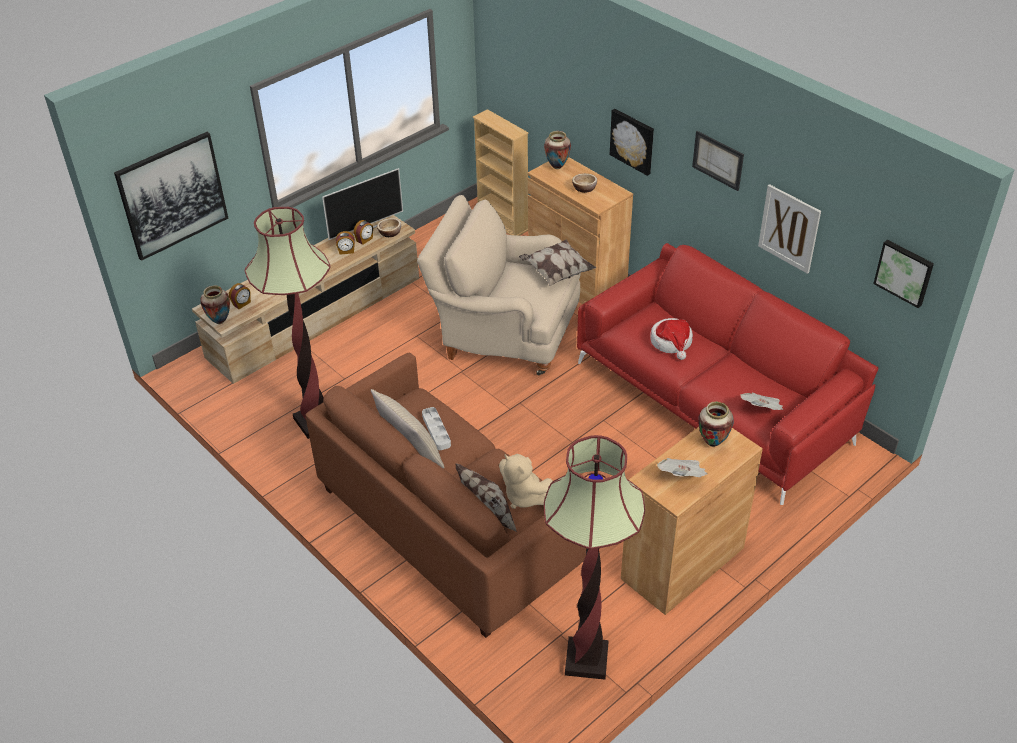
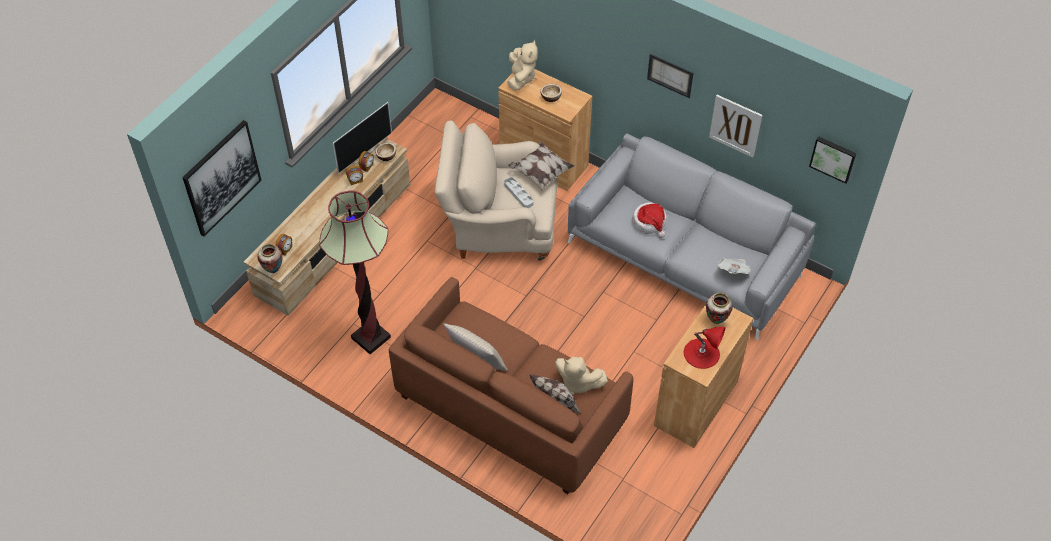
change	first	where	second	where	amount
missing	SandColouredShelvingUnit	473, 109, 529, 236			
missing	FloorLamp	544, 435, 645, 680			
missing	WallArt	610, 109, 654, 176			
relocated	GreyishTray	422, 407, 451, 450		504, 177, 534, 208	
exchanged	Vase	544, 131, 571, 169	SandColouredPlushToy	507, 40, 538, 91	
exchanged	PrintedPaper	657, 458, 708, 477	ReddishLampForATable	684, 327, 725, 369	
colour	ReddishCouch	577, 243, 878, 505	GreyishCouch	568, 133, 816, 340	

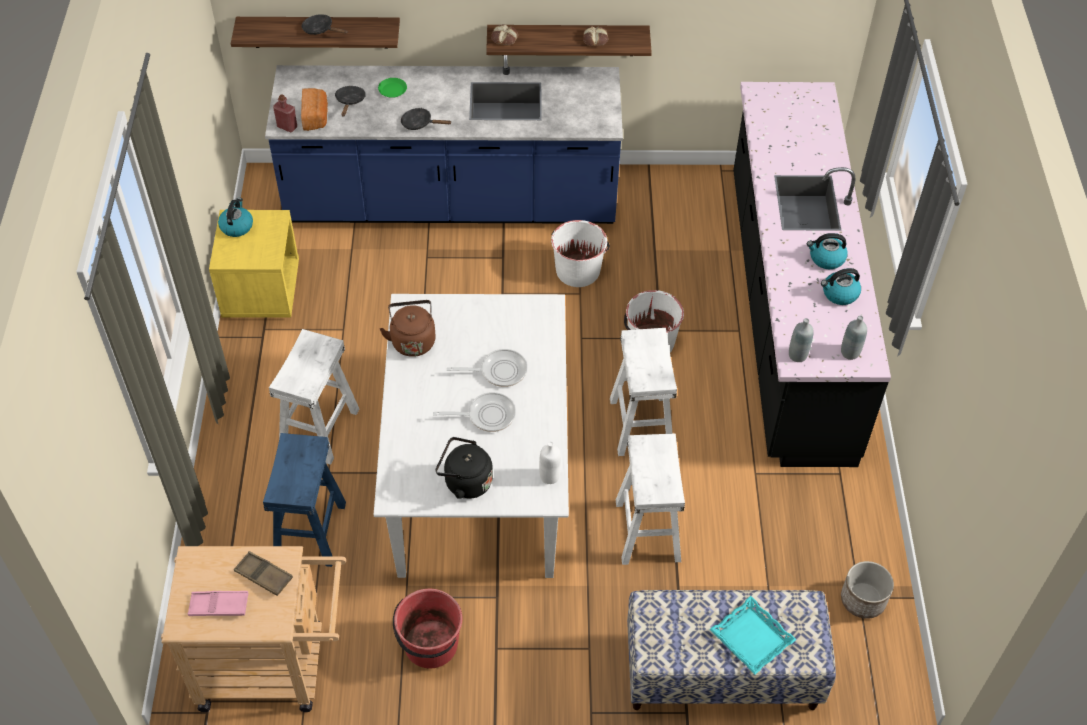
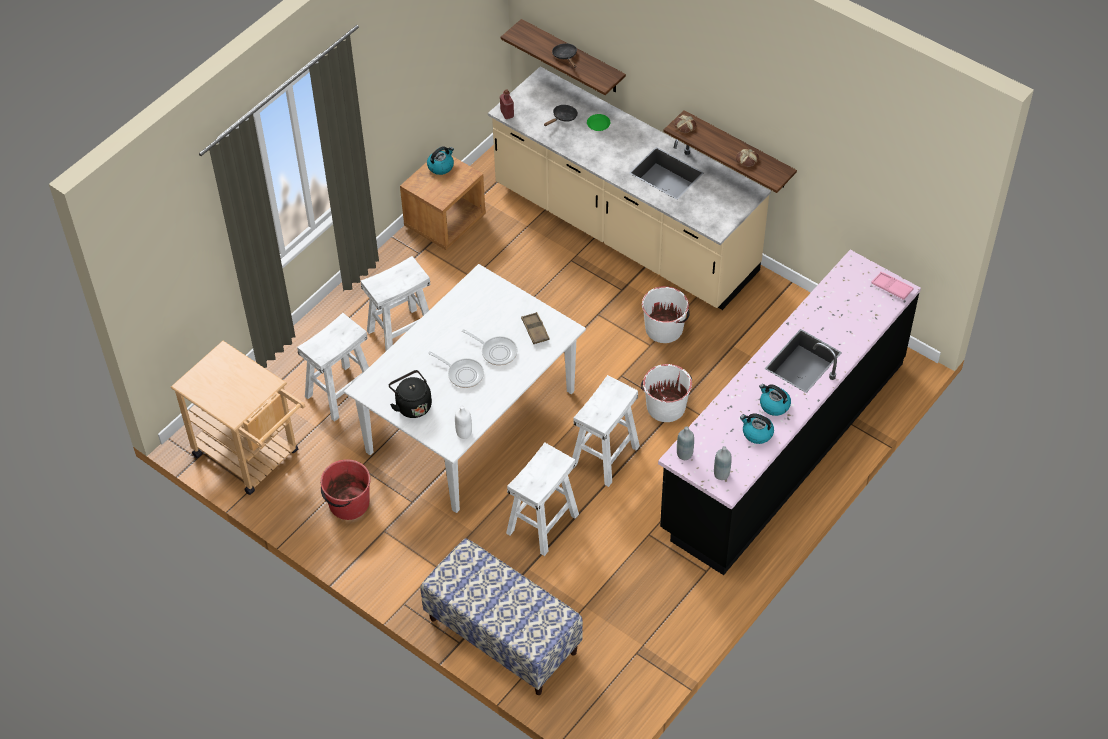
change	first	where	second	where	amount
missing	Bread	301, 88, 328, 131			
missing	BrownTeaKettle	380, 300, 436, 357			
missing	BlackColouredPan	401, 108, 452, 130			
missing	TurquoiseTray	709, 596, 797, 674			
missing	FlowerPot	841, 561, 894, 619			
relocated	PinkColouredTray	188, 591, 249, 616		871, 272, 914, 300	
relocated	BrownTray	234, 551, 293, 596		521, 312, 550, 344	
colour	YellowNightstand	209, 210, 299, 318	BrownNightstand	400, 150, 486, 250	
colour	BluishStoolSeat	263, 433, 346, 567	WhitishStoolSeat	297, 313, 369, 422	
colour	BluishKitchenBaseUnit	265, 55, 623, 224	SandColouredKitchenBaseUnit	488, 67, 771, 310	

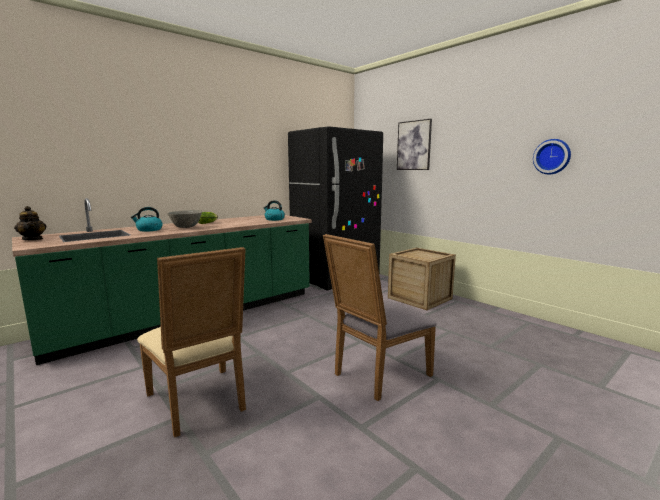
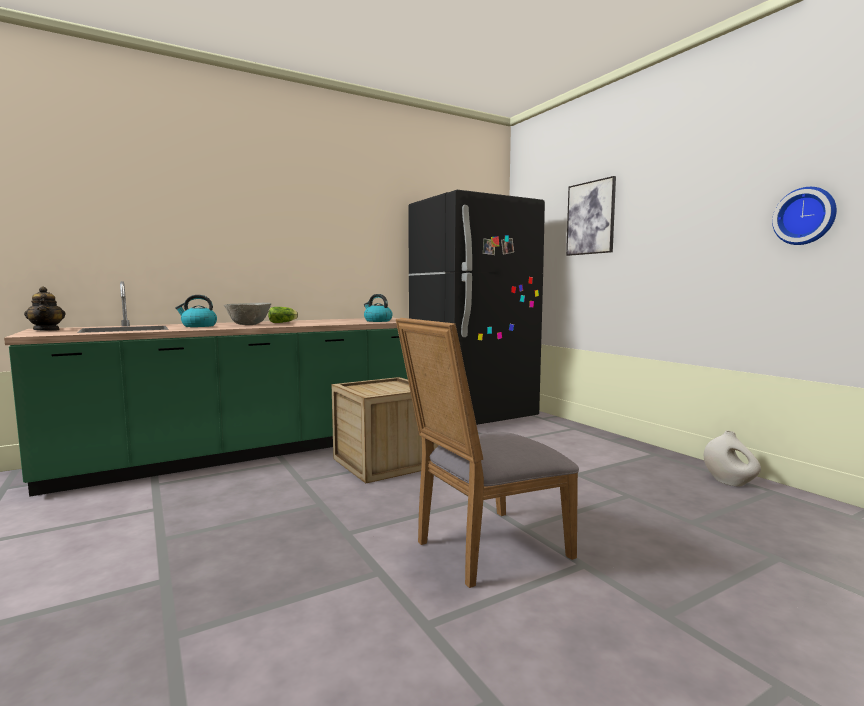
change	first	where	second	where	amount
missing	SandColouredUprightChair	137, 247, 246, 438			
appeared			WhitishVase	704, 430, 761, 486	
relocated	PackingCrate	388, 248, 456, 310		331, 377, 439, 483	

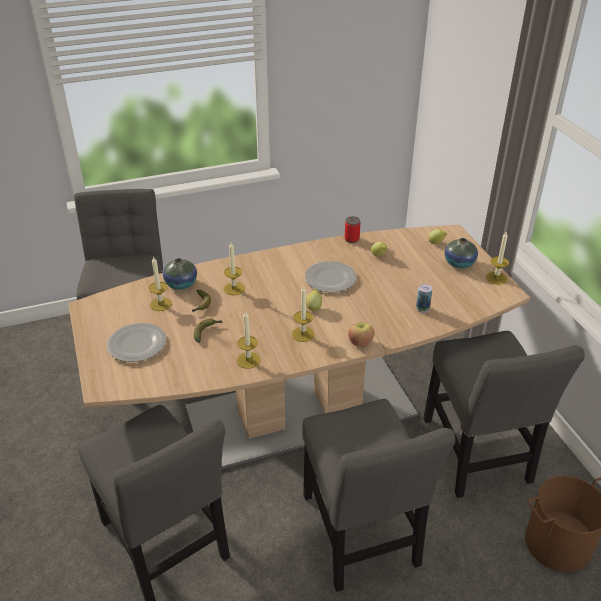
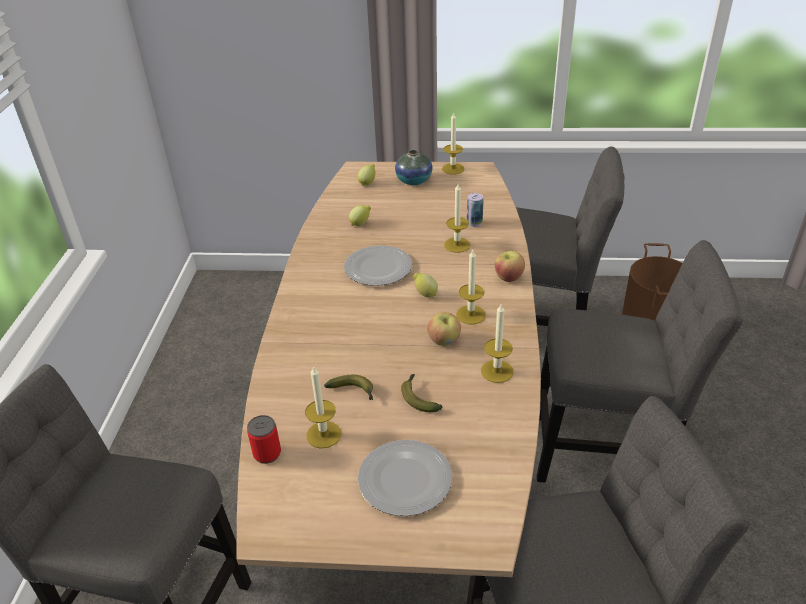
change	first	where	second	where	amount
missing	Vase	163, 258, 197, 290			
appeared			Apple	427, 312, 461, 346	
relocated	WaxCandle	224, 242, 245, 295		444, 184, 471, 253	
relocated	Can	345, 216, 360, 243		247, 415, 281, 464	

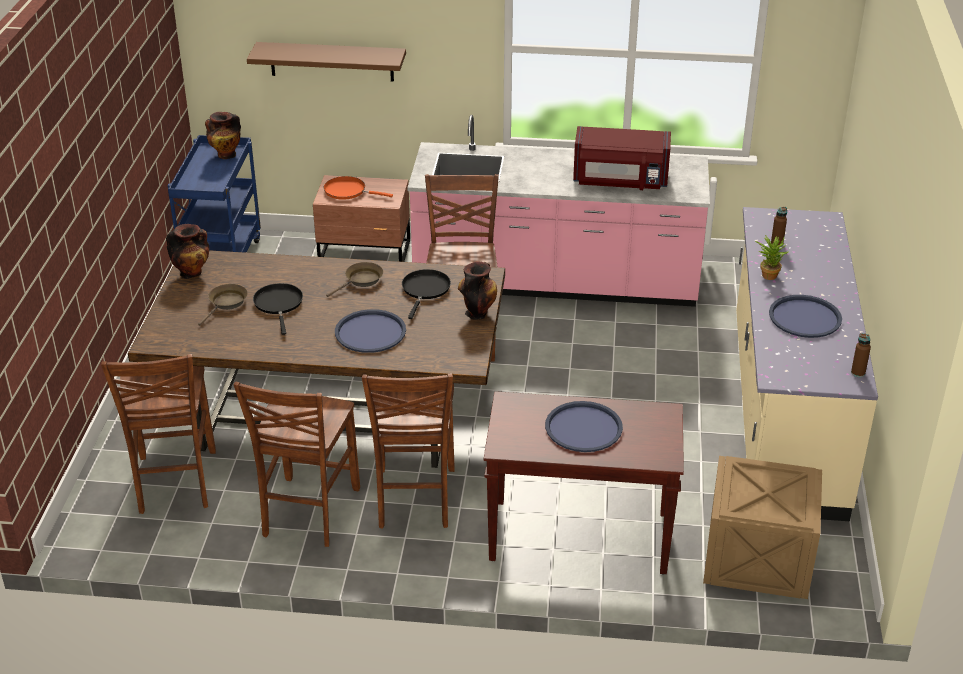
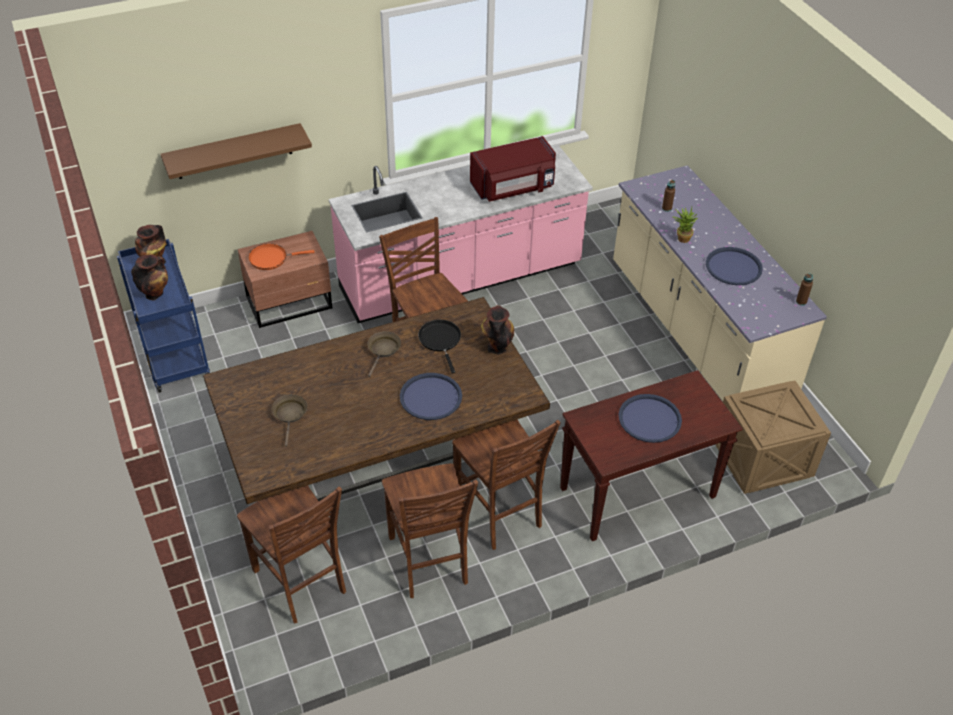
change	first	where	second	where	amount
missing	BlackColouredPan	253, 283, 303, 335			
relocated	Vase	166, 224, 209, 279		131, 254, 168, 300	

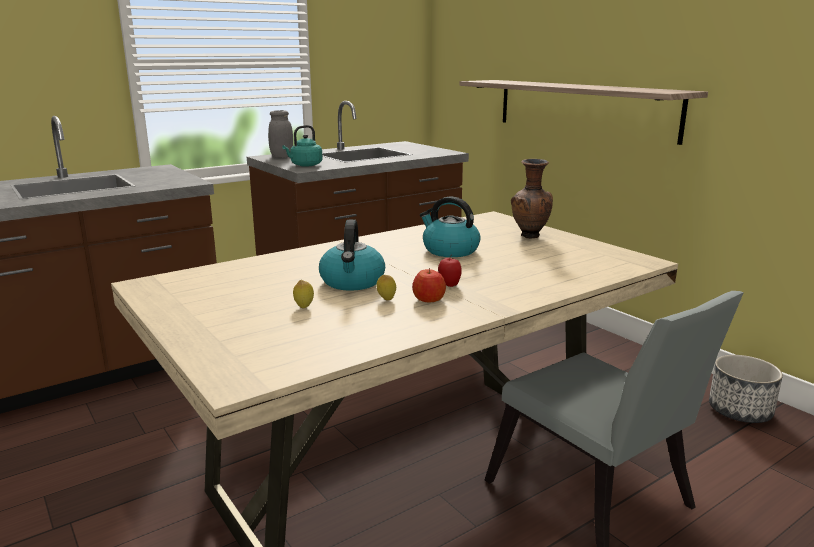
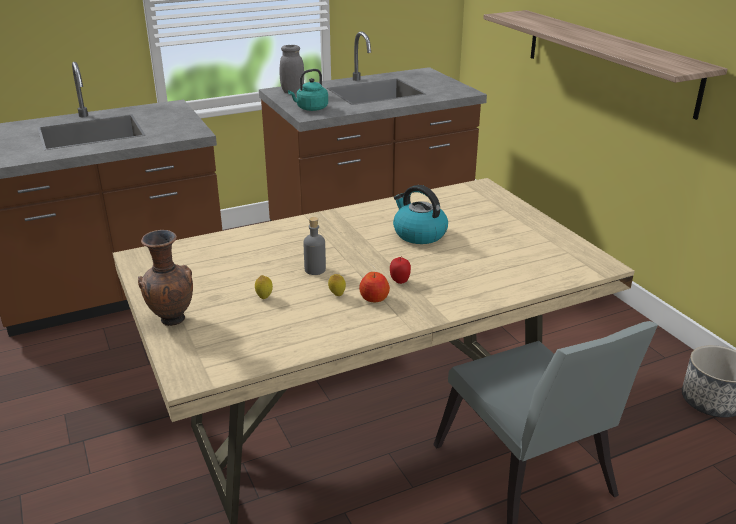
change	first	where	second	where	amount
relocated	BrownVase	511, 159, 553, 239		138, 230, 193, 326	
exchanged	TeaKettle	319, 220, 385, 291	GreyishBottle	304, 217, 326, 275	

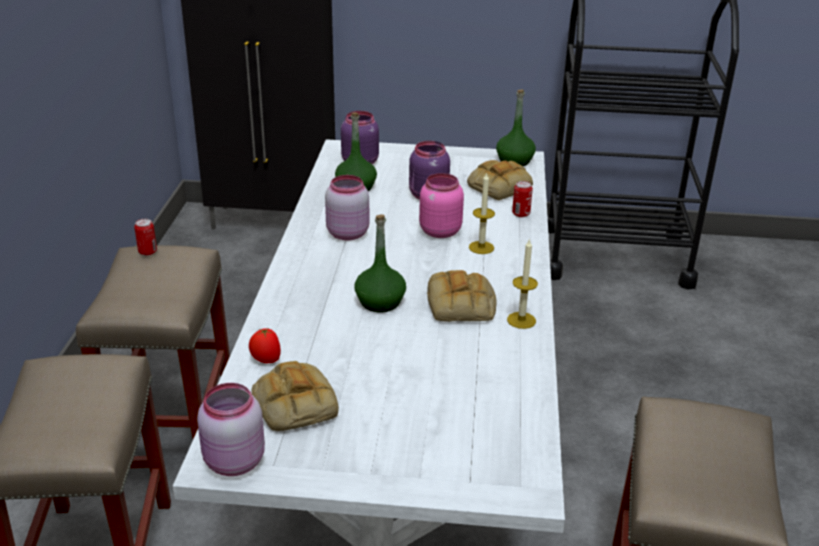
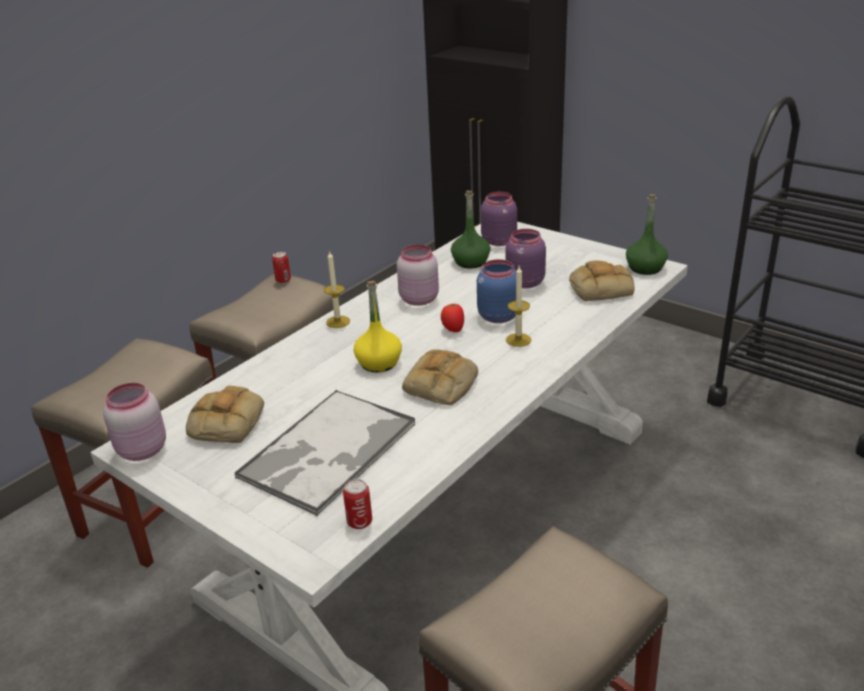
change	first	where	second	where	amount
appeared			Tray	234, 390, 416, 516	
relocated	WholeTomato	249, 328, 281, 363		441, 303, 464, 332	
relocated	WaxCandle	507, 238, 538, 329		324, 250, 350, 328	
relocated	Can	512, 181, 533, 217		343, 479, 372, 529	
colour	GreenBottle	355, 214, 406, 313	YellowBottle	354, 281, 402, 373	
colour	PinkColouredPreserveJar	419, 173, 464, 238	BluishPreserveJar	477, 259, 516, 323	

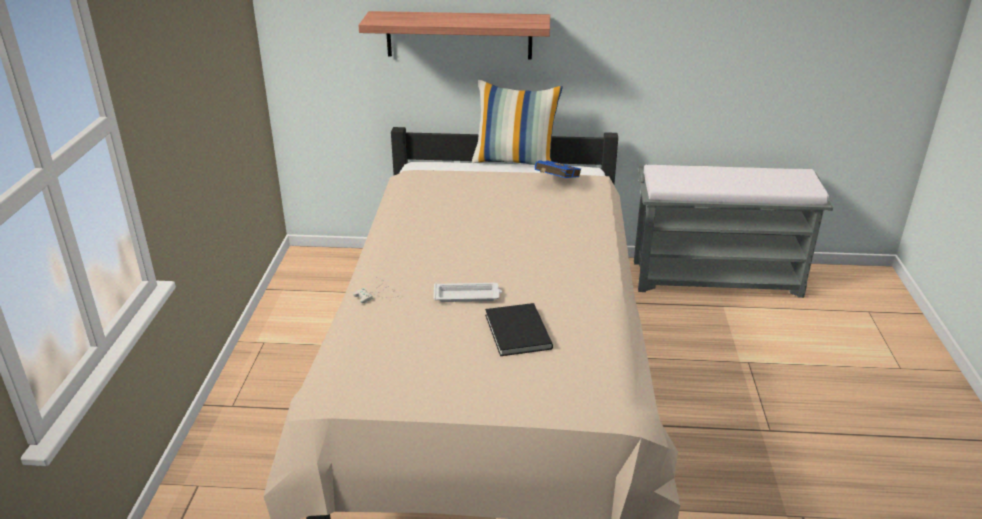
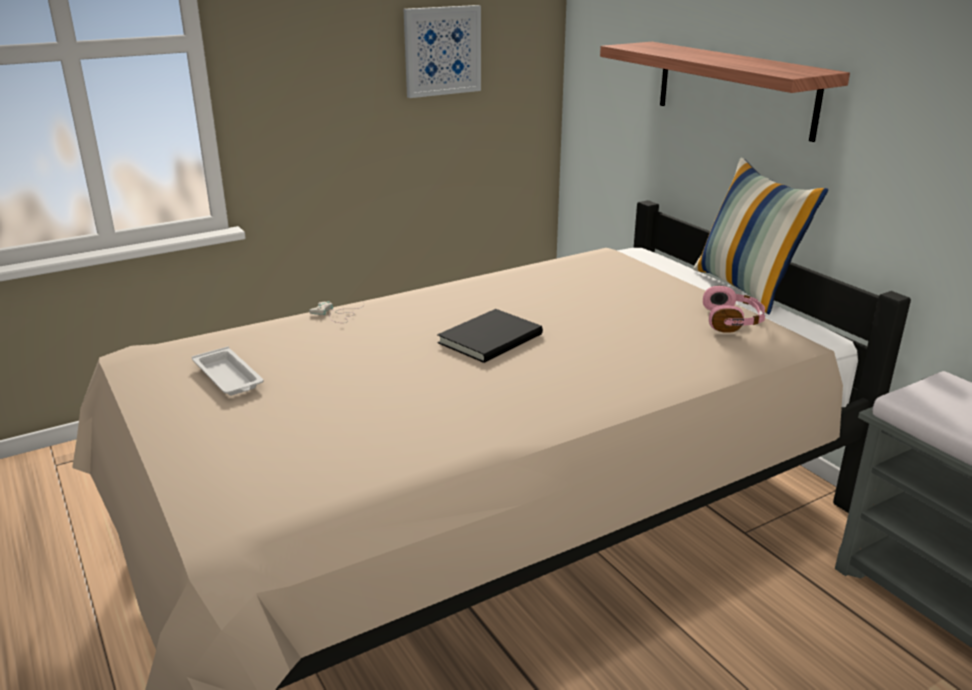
change	first	where	second	where	amount
appeared			WallArt	404, 5, 481, 98	
relocated	WhitishTray	433, 283, 502, 302		192, 346, 264, 395	
relocated	BlackColouredVolume	485, 303, 553, 356		437, 309, 543, 363	
exchanged	BluishVolume	534, 161, 581, 178	PinkColouredPairOfHeadphones	703, 286, 765, 333	

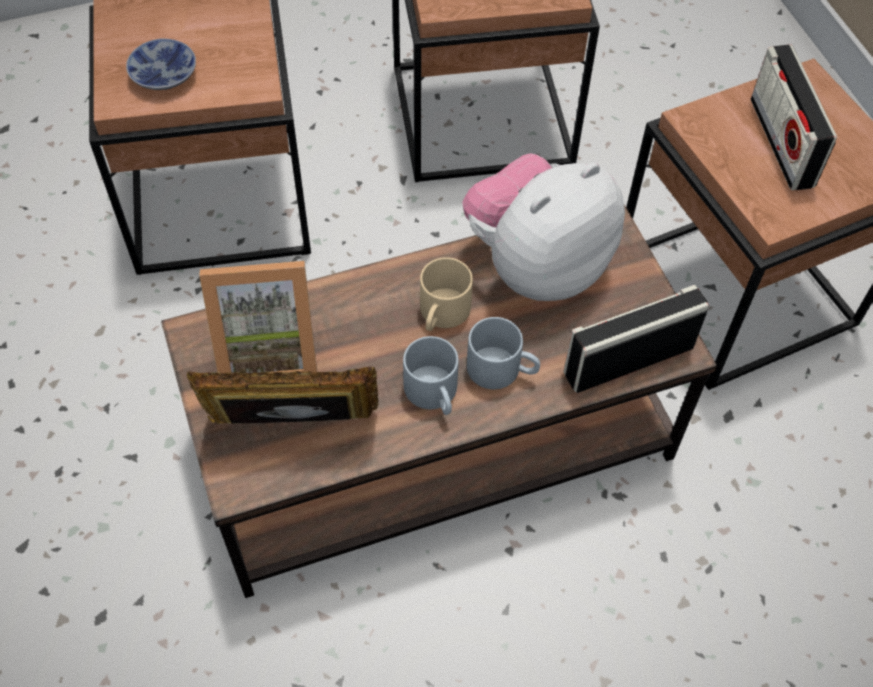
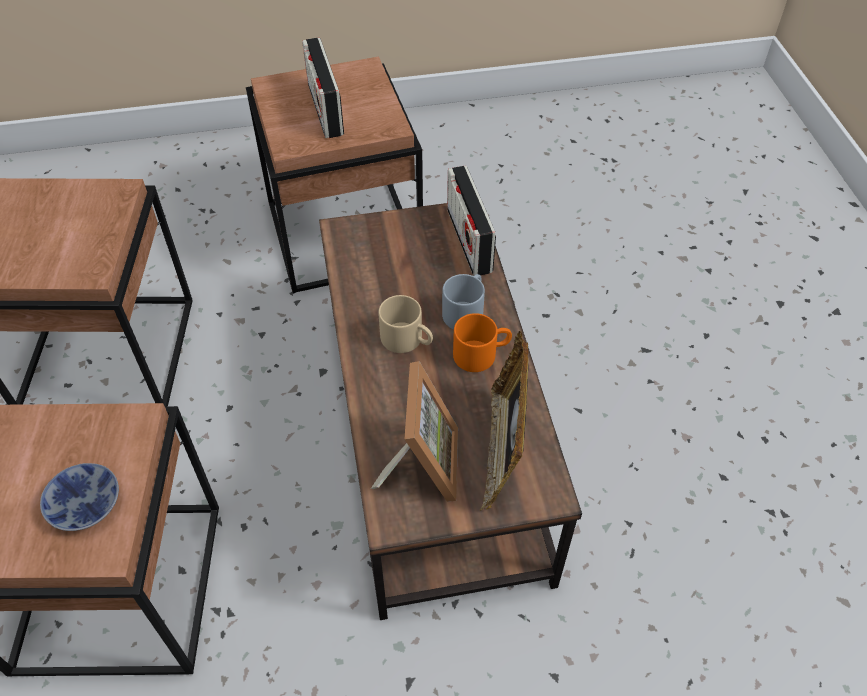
change	first	where	second	where	amount
missing	PlushToy	462, 154, 625, 301			
colour	GreyishMug	403, 336, 459, 415	OrangeyMug	453, 313, 512, 372	
spun	RadioSet	750, 45, 837, 190		302, 38, 344, 138	75 degrees clockwise

